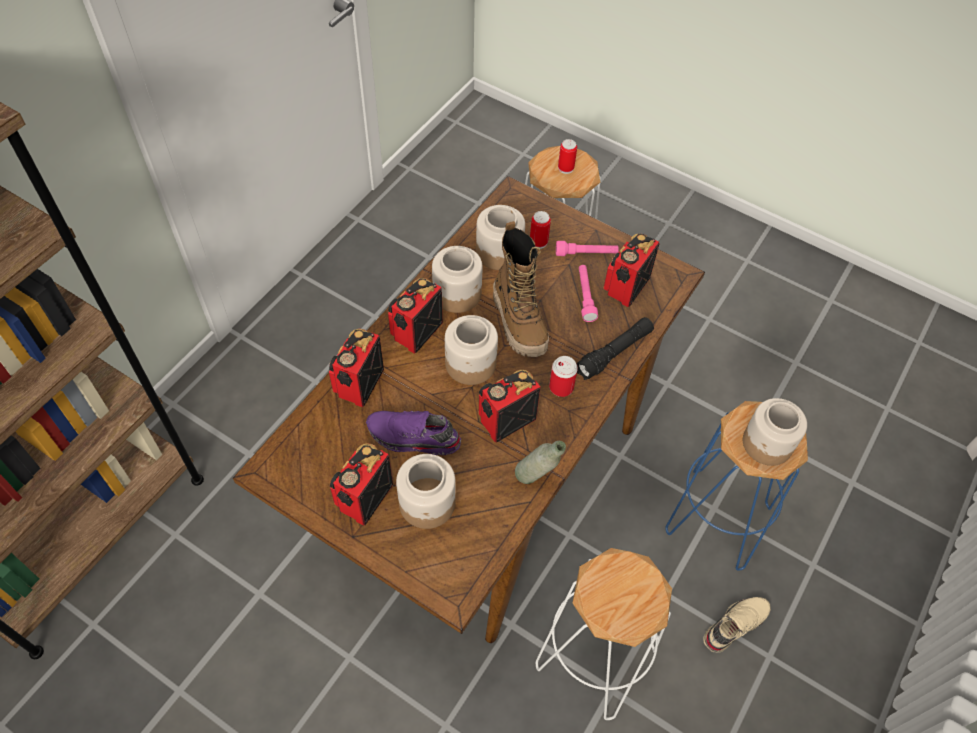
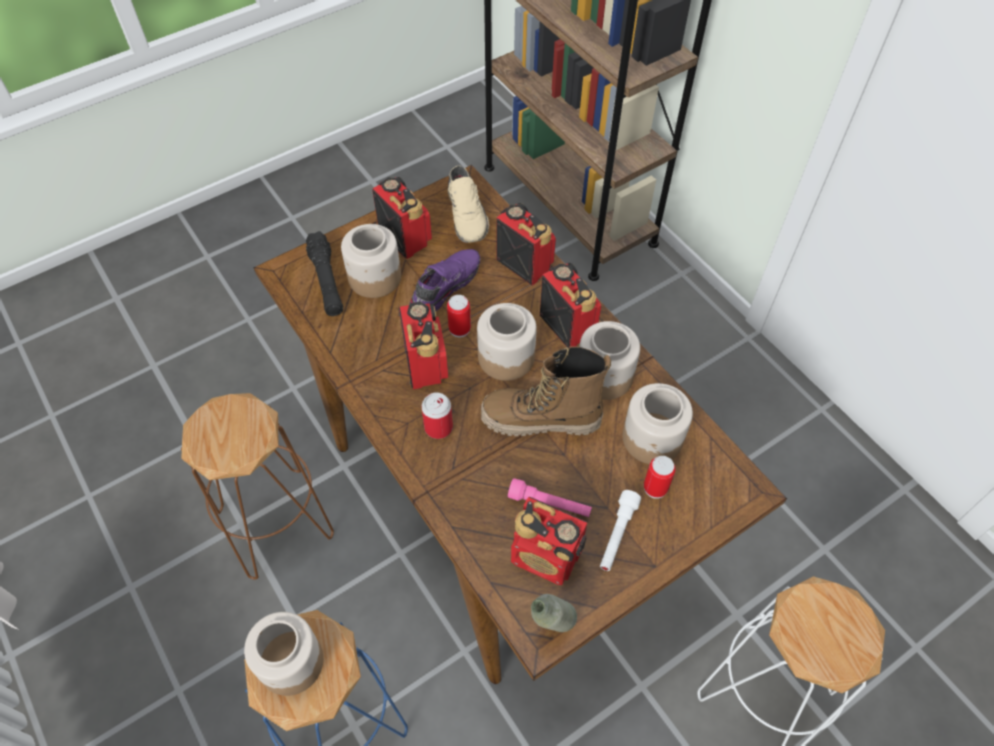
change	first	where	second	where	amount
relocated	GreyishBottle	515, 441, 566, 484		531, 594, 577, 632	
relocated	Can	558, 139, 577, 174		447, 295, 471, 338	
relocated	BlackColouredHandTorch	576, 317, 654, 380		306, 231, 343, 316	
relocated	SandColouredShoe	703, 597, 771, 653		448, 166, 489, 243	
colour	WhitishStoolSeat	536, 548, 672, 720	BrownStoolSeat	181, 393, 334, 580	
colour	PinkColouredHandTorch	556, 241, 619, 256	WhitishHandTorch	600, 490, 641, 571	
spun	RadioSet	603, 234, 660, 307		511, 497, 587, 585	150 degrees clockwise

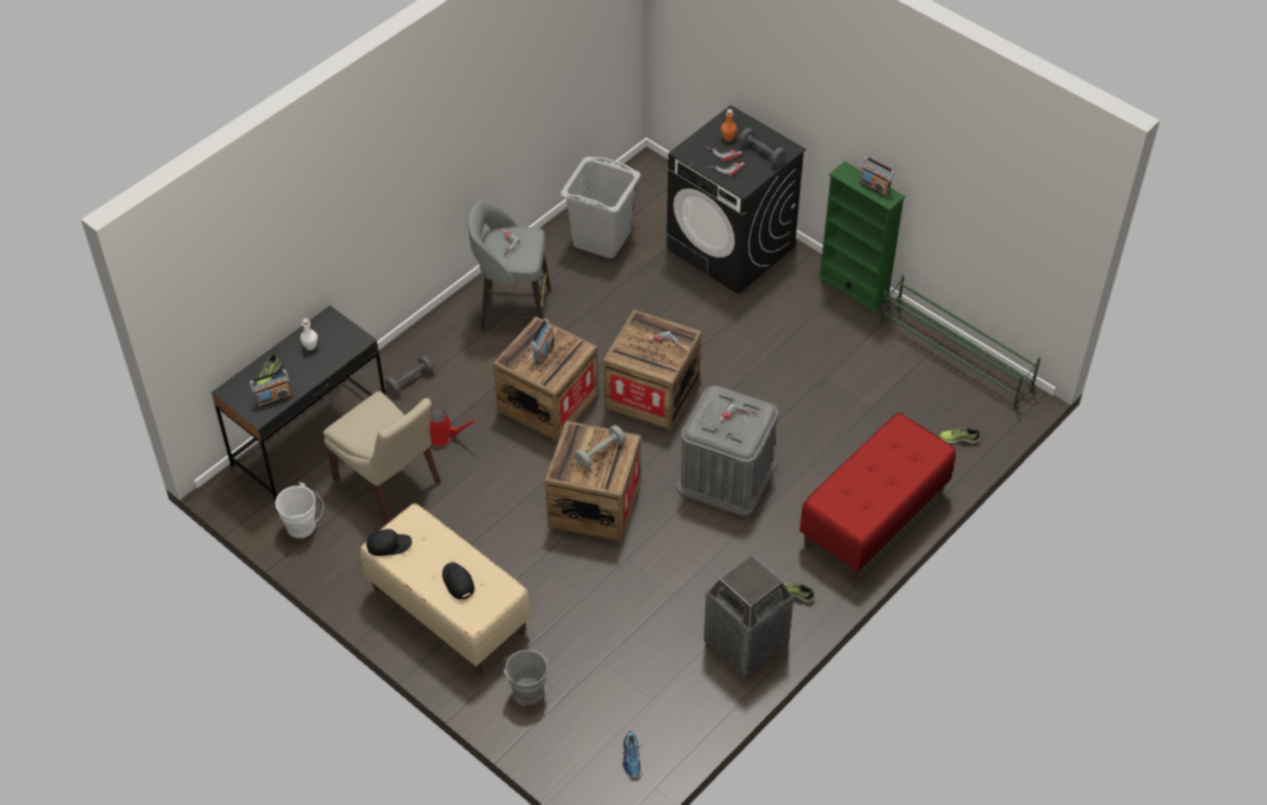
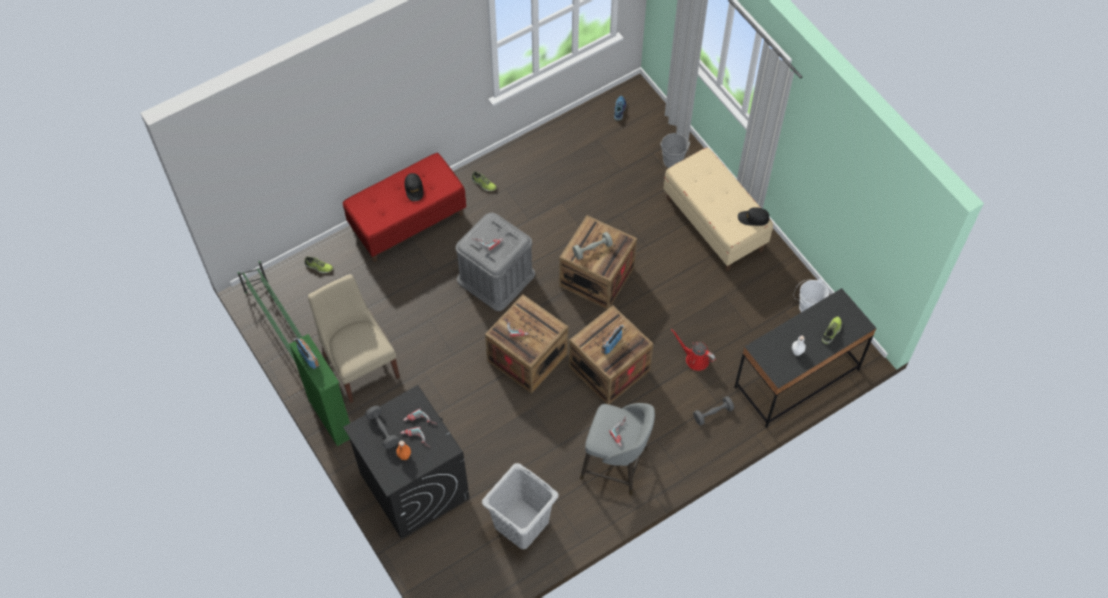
change	first	where	second	where	amount
missing	RadioSet	250, 369, 292, 408			
missing	RubbishBin	704, 554, 794, 679			
relocated	SandColouredUprightChair	323, 391, 441, 524		308, 274, 400, 403	
relocated	BlackColouredBaseballCap	442, 562, 475, 600		405, 173, 423, 201	

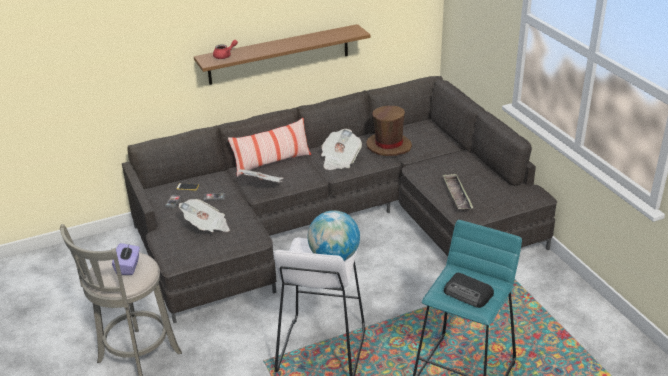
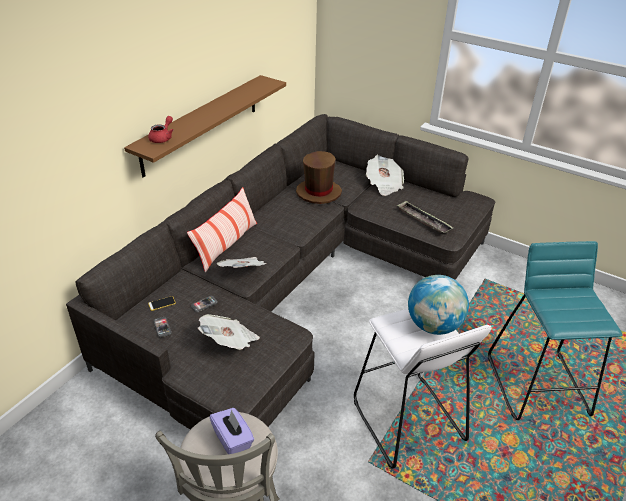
change	first	where	second	where	amount
missing	RadioSet	444, 273, 494, 308			
relocated	PrintedPaper	321, 129, 362, 170		366, 155, 404, 196	

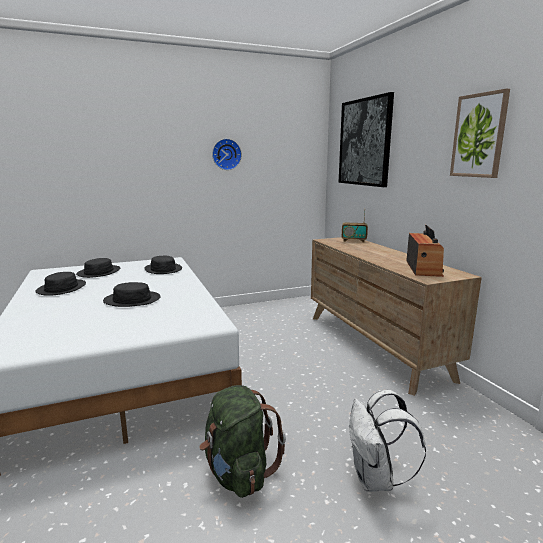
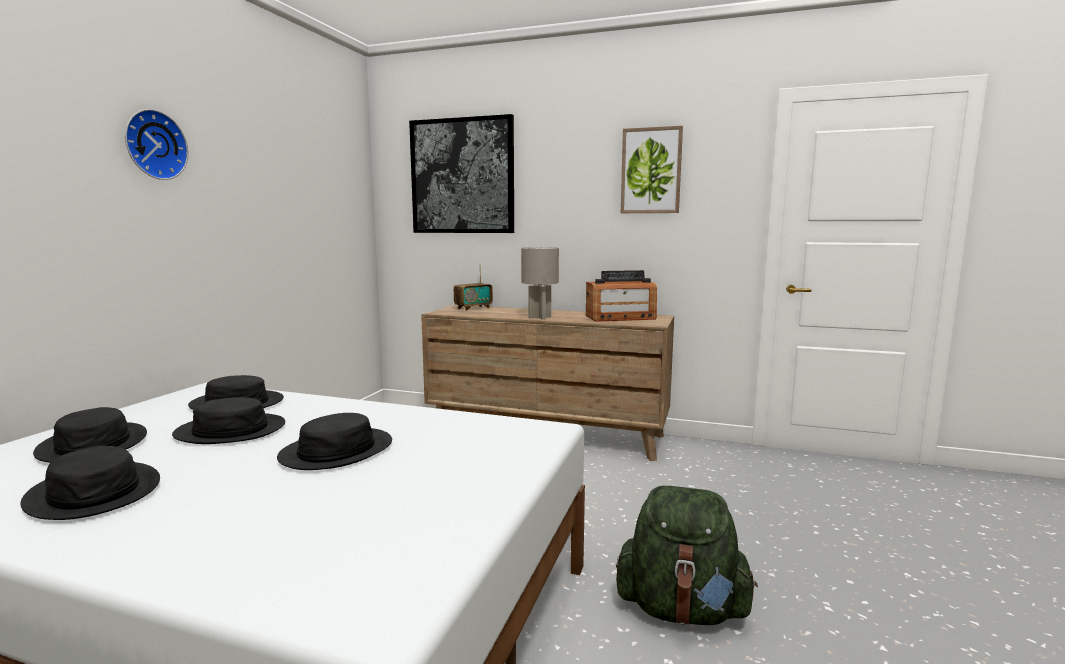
change	first	where	second	where	amount
missing	WhitishRucksack	349, 390, 426, 492			
appeared			BlackColouredHat	172, 397, 285, 444	
appeared			GreyishLampForATable	521, 247, 559, 320	
relocated	HangingClock	212, 139, 242, 170		125, 109, 188, 180	
spun	RadioSet	406, 225, 444, 277		586, 270, 657, 322	120 degrees clockwise

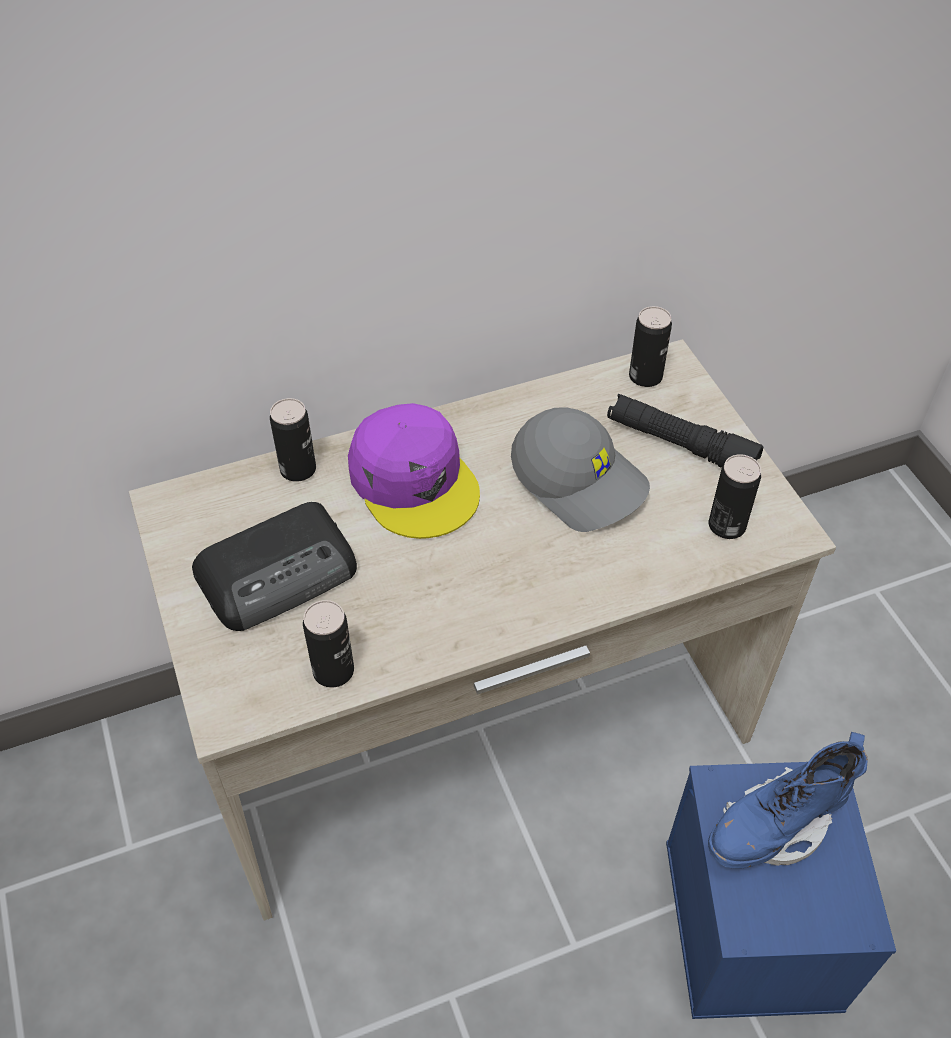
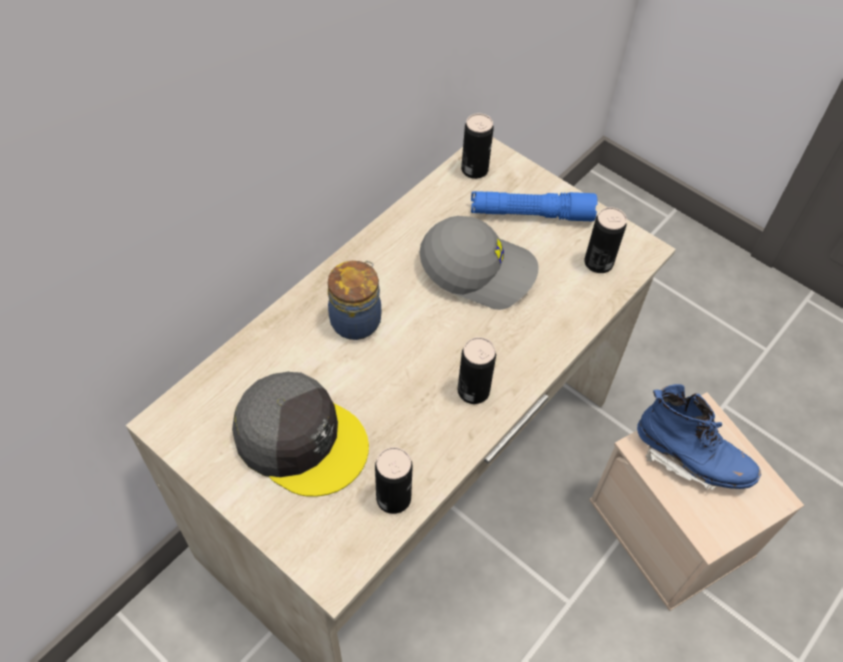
change	first	where	second	where	amount
relocated	Can	270, 398, 316, 482		458, 337, 496, 404	
exchanged	RadioSet	192, 502, 357, 631	GreyishBaseballCap	232, 372, 369, 497	
exchanged	PurpleColouredBaseballCap	348, 403, 480, 539	PreserveJar	328, 260, 381, 340	
colour	BlackColouredHandTorch	607, 394, 763, 468	BluishHandTorch	471, 191, 597, 221	
colour	BluishStorageBin	666, 762, 896, 1019	SandColouredStorageBin	589, 392, 804, 611	
spun	BluishHighTopBoot	708, 732, 868, 869		637, 384, 761, 490	90 degrees counterclockwise

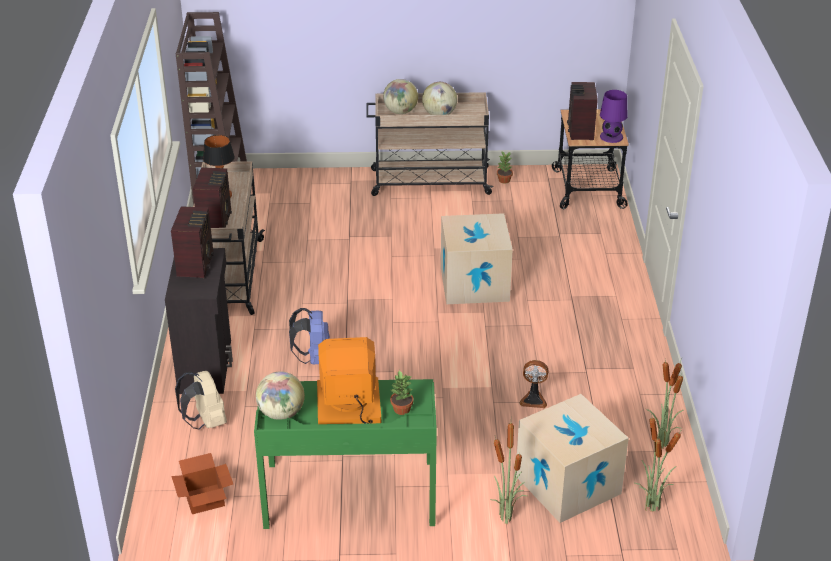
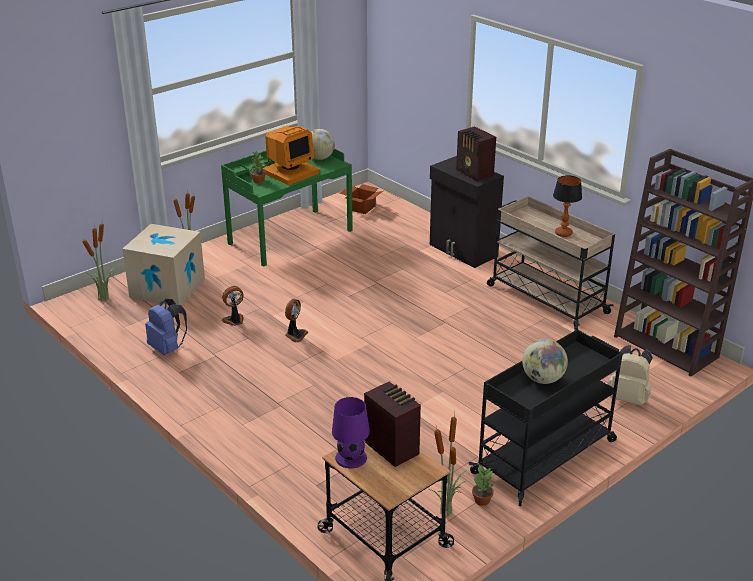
change	first	where	second	where	amount
missing	RadioSet	193, 167, 232, 228			
missing	DeskGlobe	383, 79, 418, 114			
missing	PackingBox	441, 213, 513, 304			
appeared			ElectricFan	285, 299, 308, 343	
relocated	SandColouredRucksack	175, 371, 227, 430		608, 345, 653, 406	
relocated	BluishRucksack	289, 308, 330, 364		145, 299, 187, 355	
relocated	PlantInAPot	645, 359, 683, 448		429, 412, 466, 517	
colour	SandColouredWheeledCart	366, 92, 494, 196	BlackColouredWheeledCart	469, 330, 623, 506	

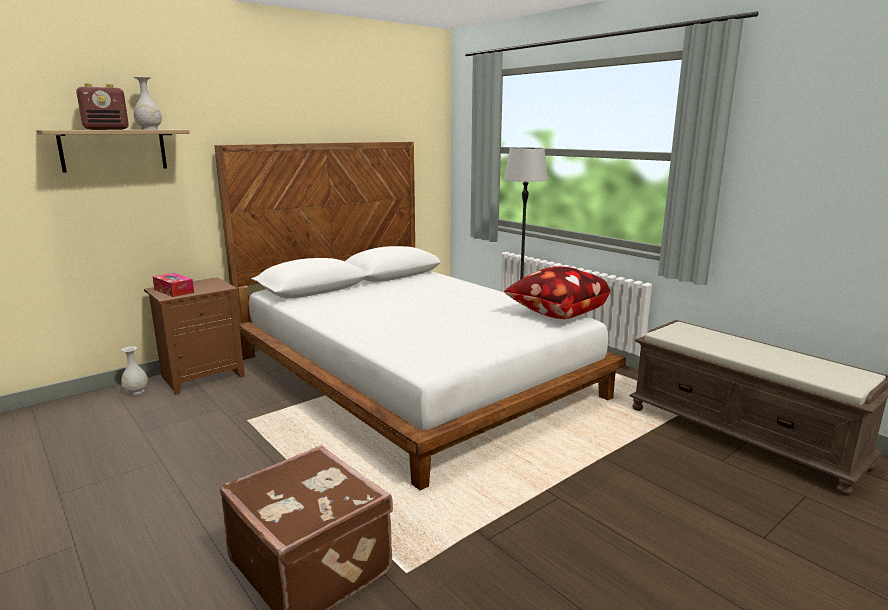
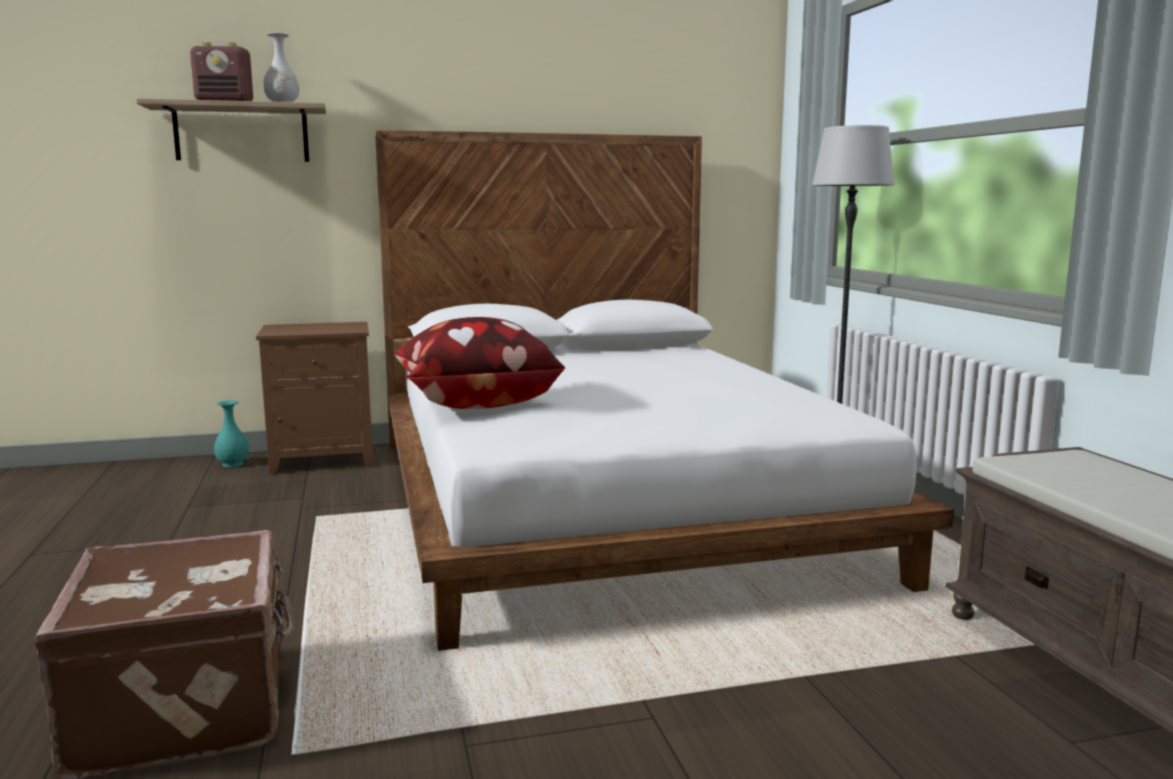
change	first	where	second	where	amount
missing	BoxOfTissues	153, 273, 194, 297			
relocated	Cushion	504, 266, 610, 319		395, 317, 565, 409	
colour	WhitishVase	121, 346, 148, 395	TurquoiseVase	214, 400, 249, 467	

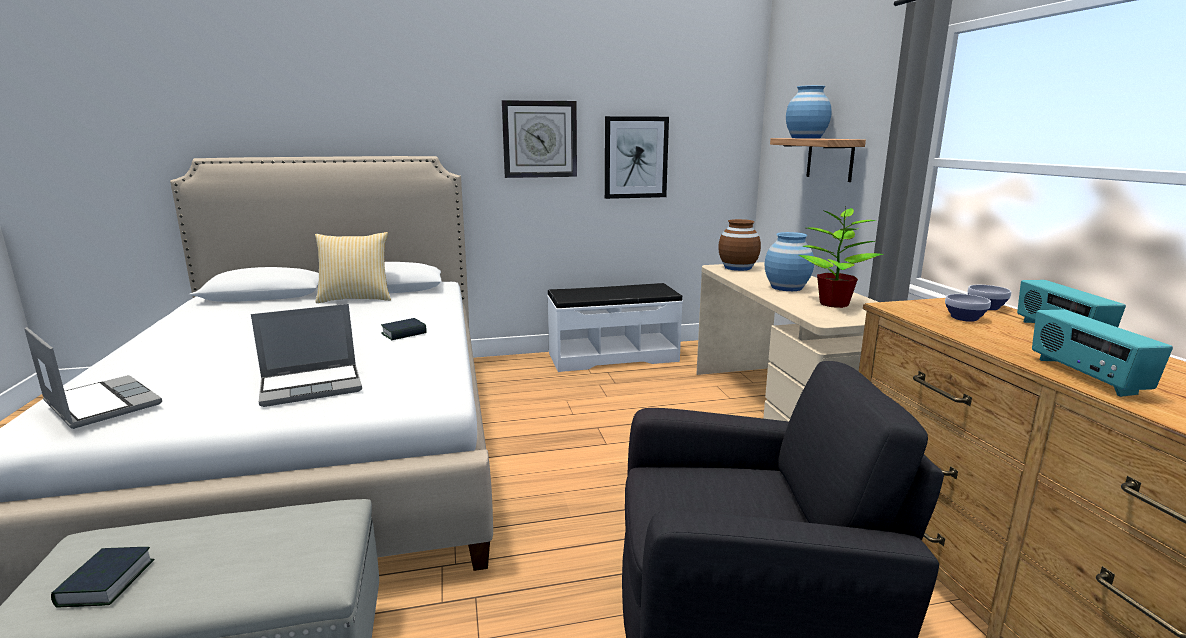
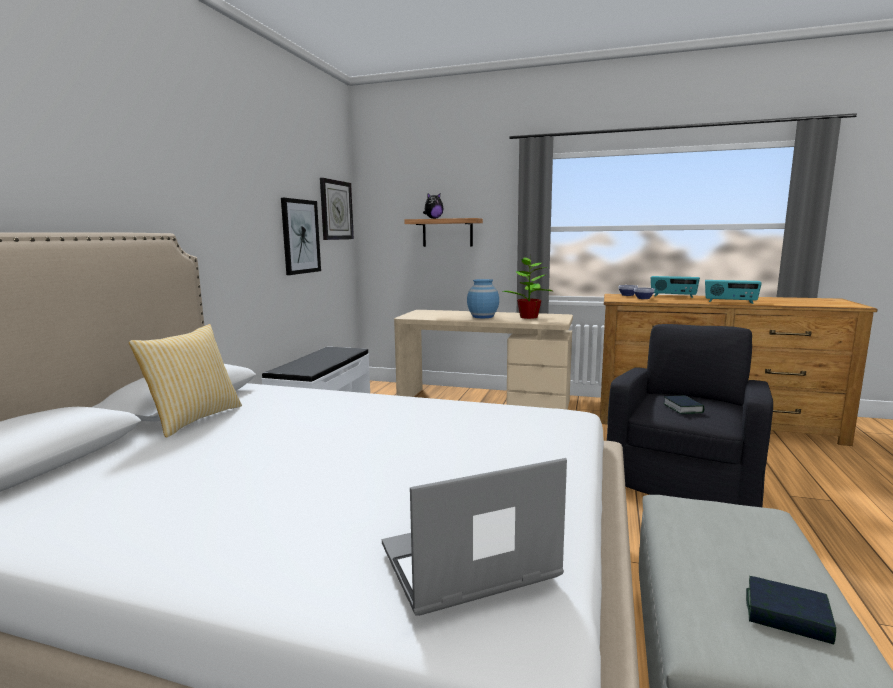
change	first	where	second	where	amount
missing	Laptop	251, 304, 362, 407			
missing	BrownVase	718, 219, 761, 271			
relocated	Volume	381, 318, 427, 340		663, 395, 704, 414	
relocated	HangingClock	502, 100, 577, 178		320, 178, 354, 240	
exchanged	BluishVase	786, 85, 832, 138	PlushToy	423, 193, 443, 219	

